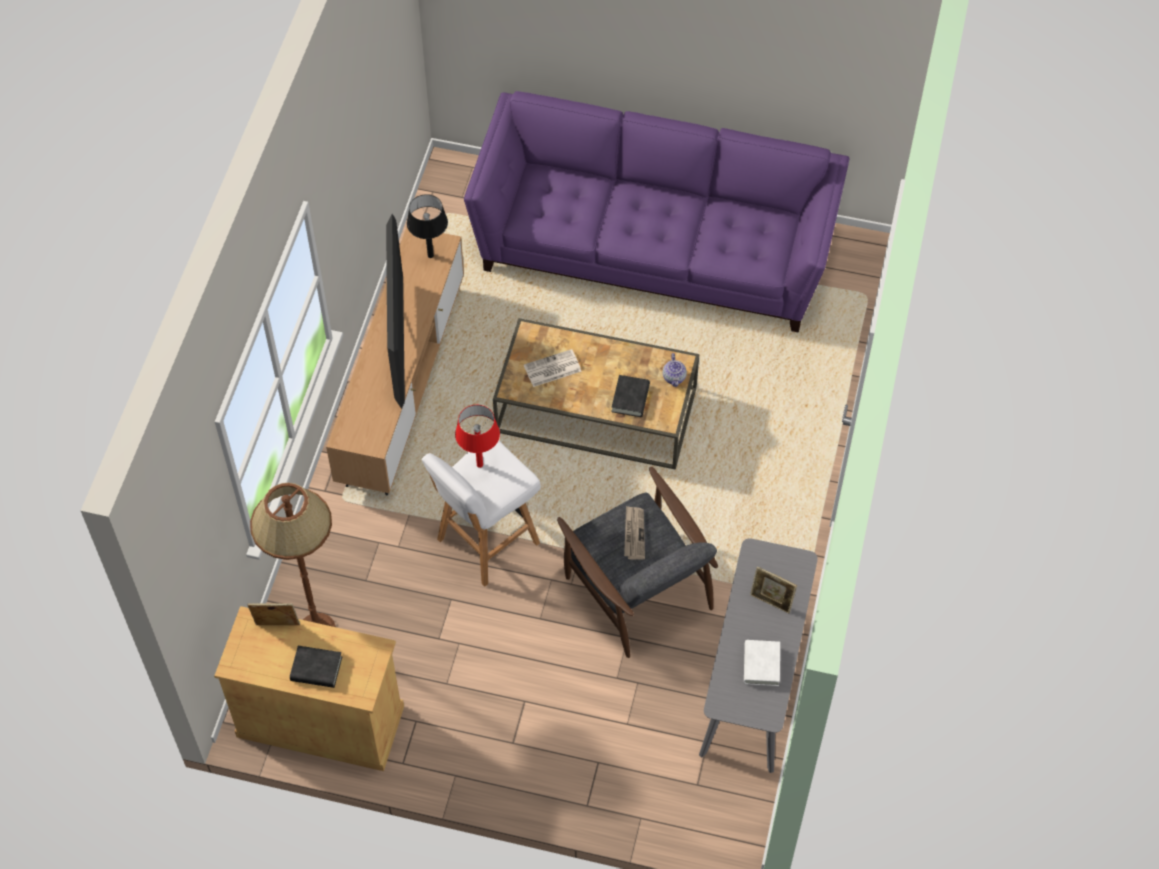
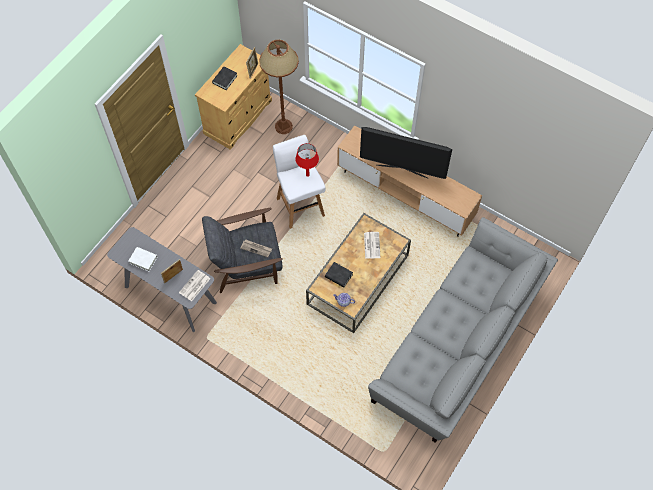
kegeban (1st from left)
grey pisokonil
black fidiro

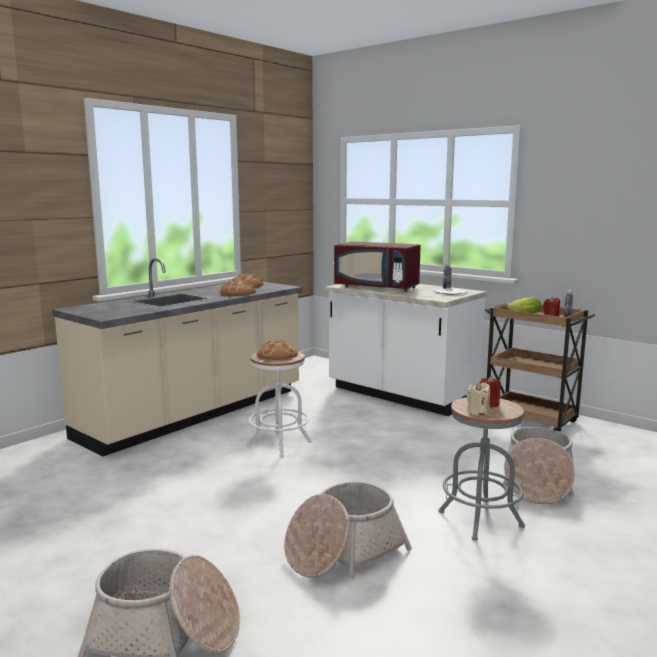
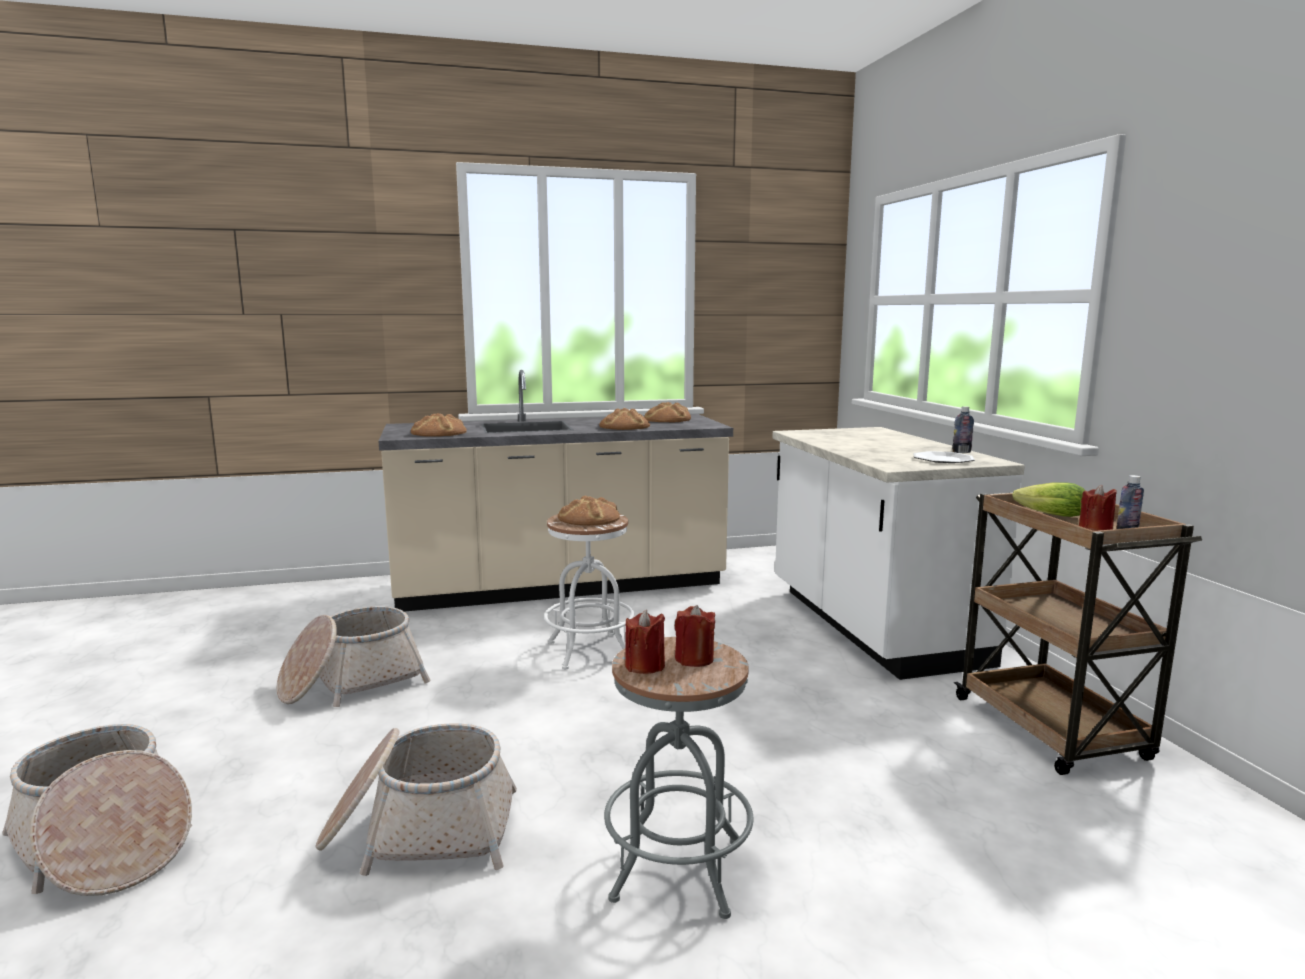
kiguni (2nd from left)
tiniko (1st from left)
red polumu (1st from left)
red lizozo

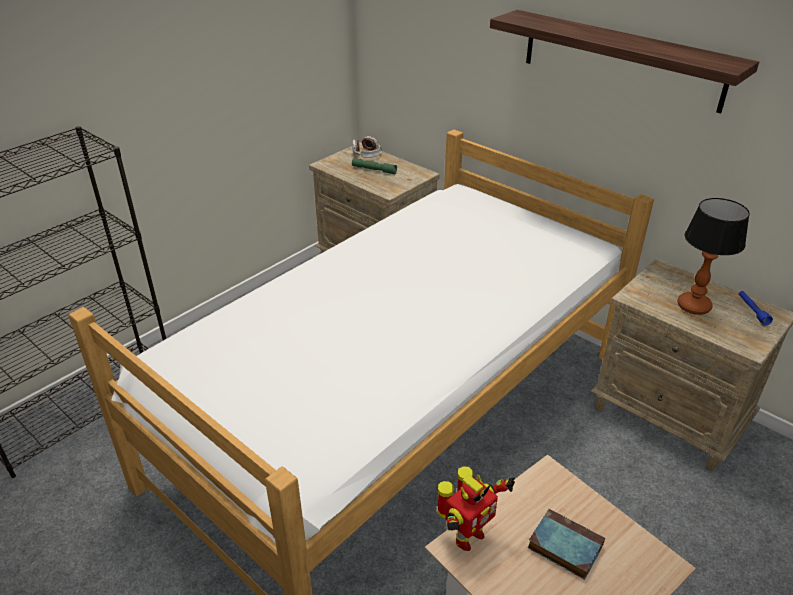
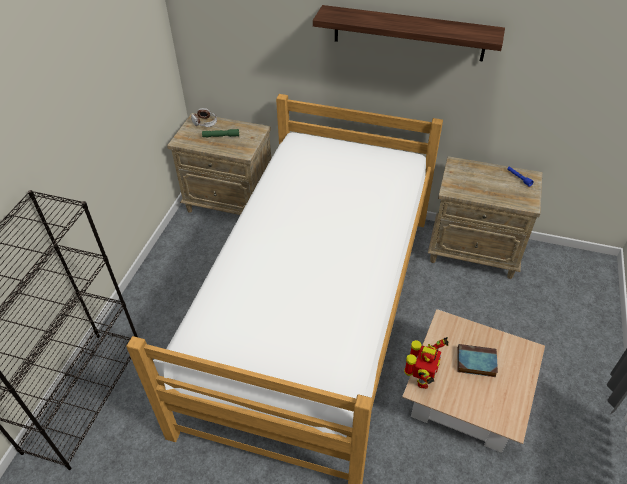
fidiro

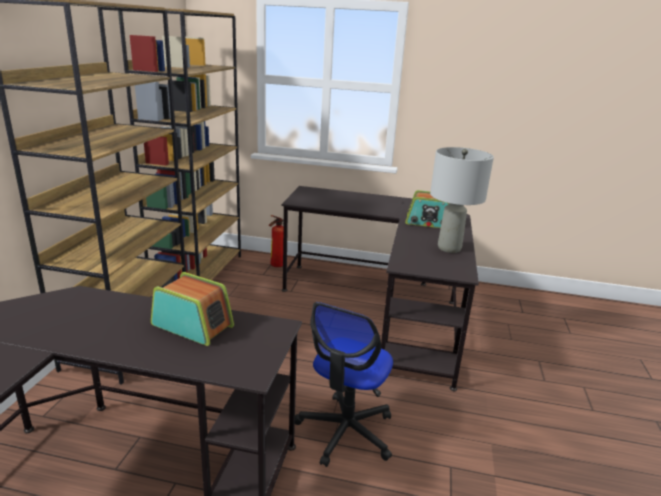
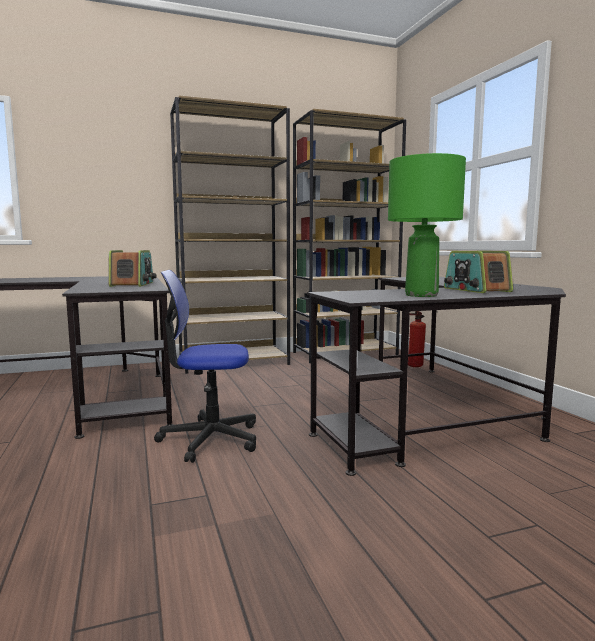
green fidiro

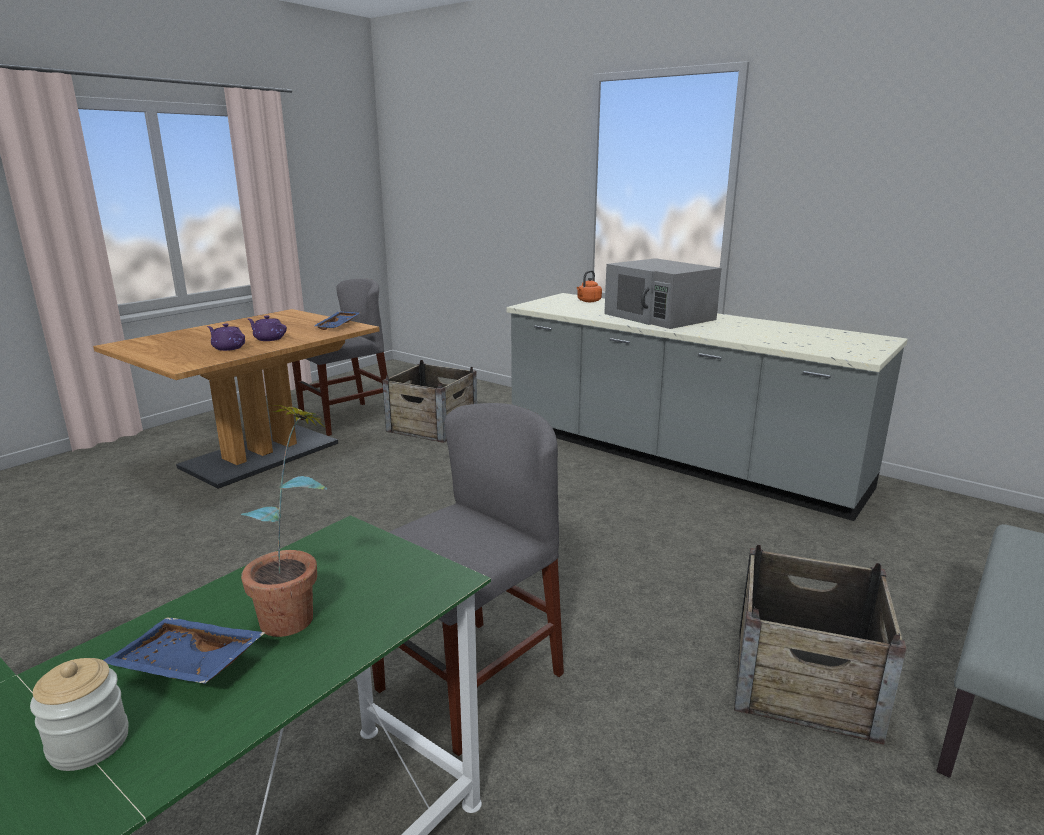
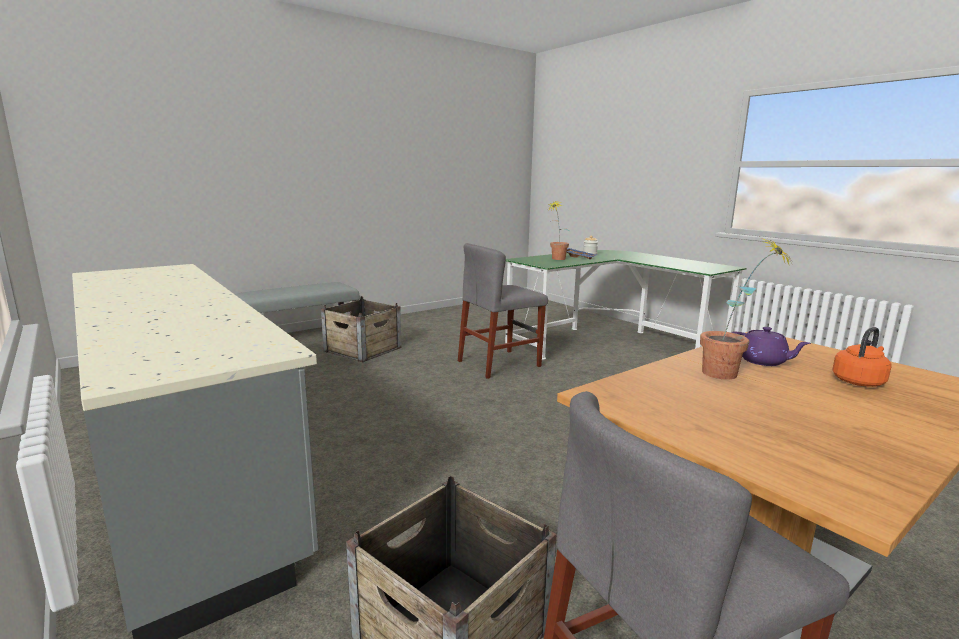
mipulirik (2nd from left)
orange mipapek
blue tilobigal (2nd from left in the first image)
grey lizozo

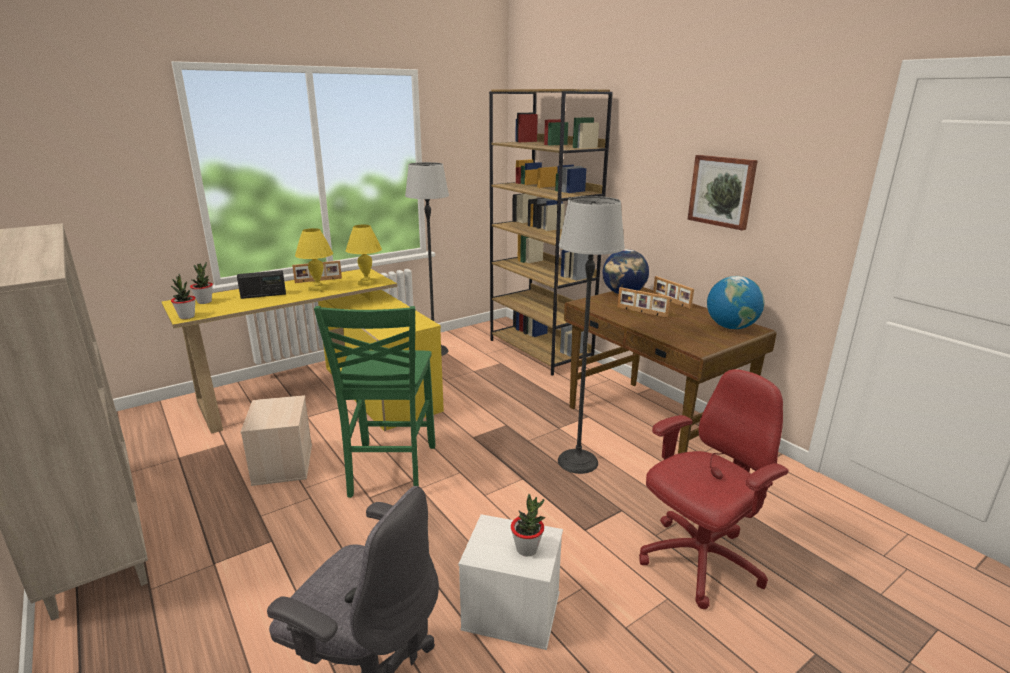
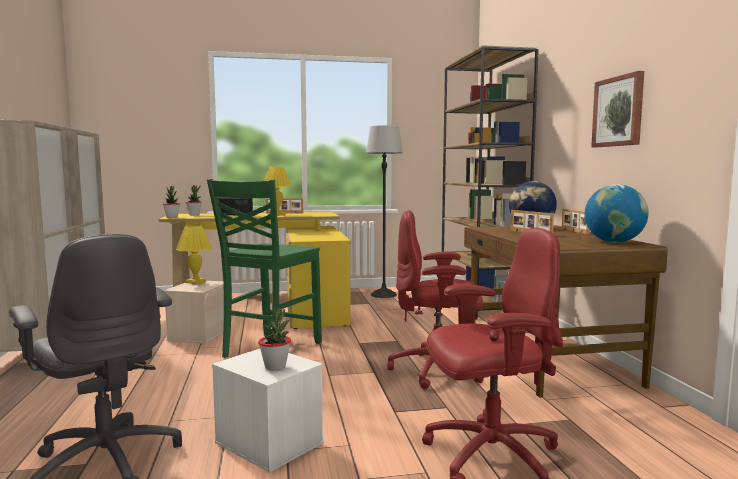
yellow fidiro (1st from left)
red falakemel (1st from left)

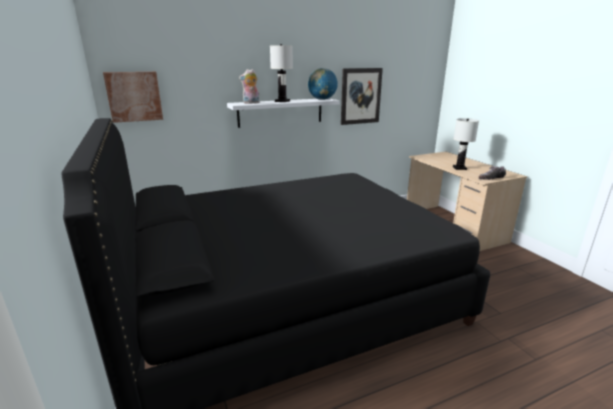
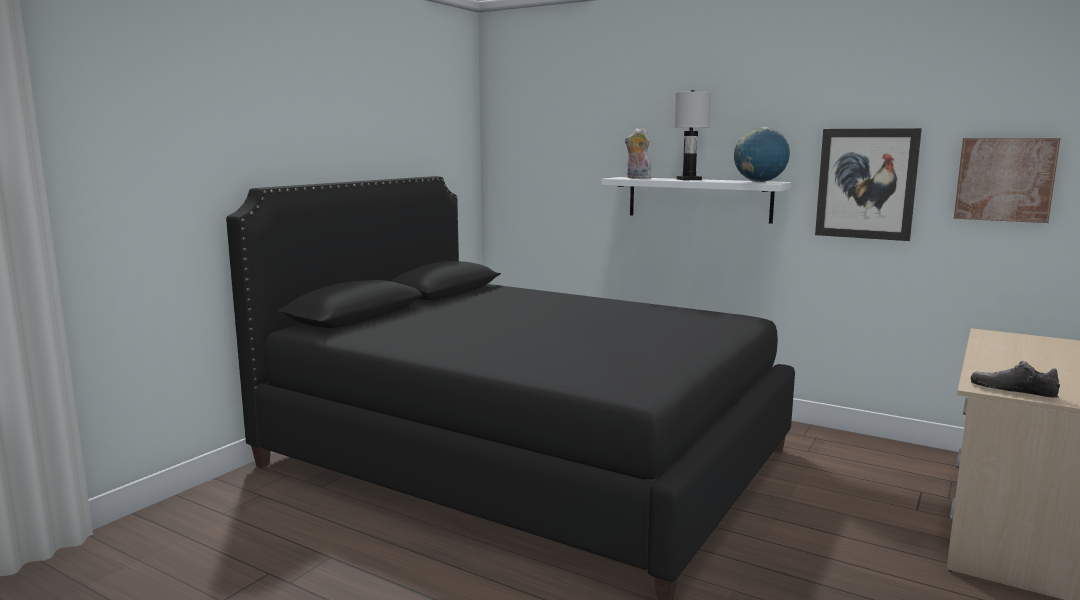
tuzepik (2nd from left)
white fidiro (2nd from left in the first image)

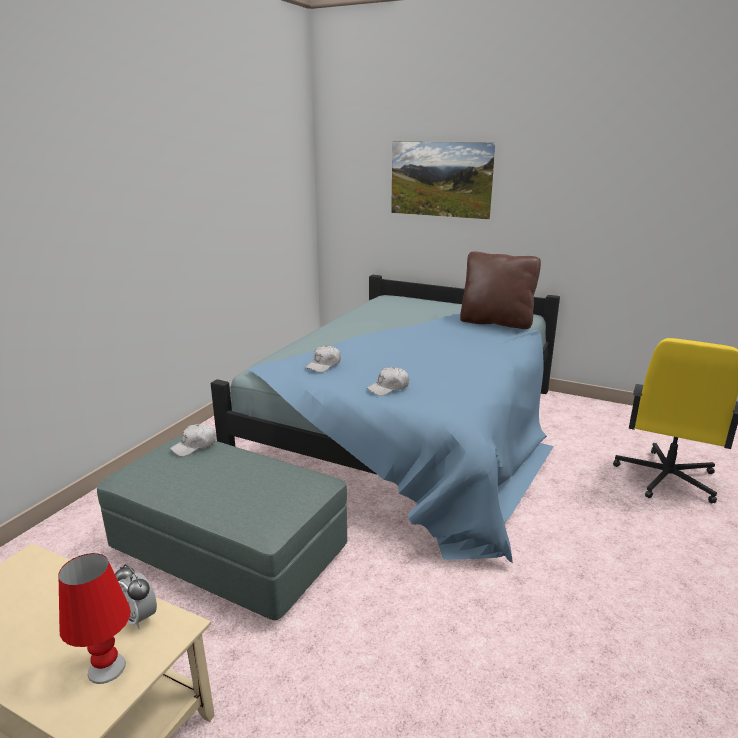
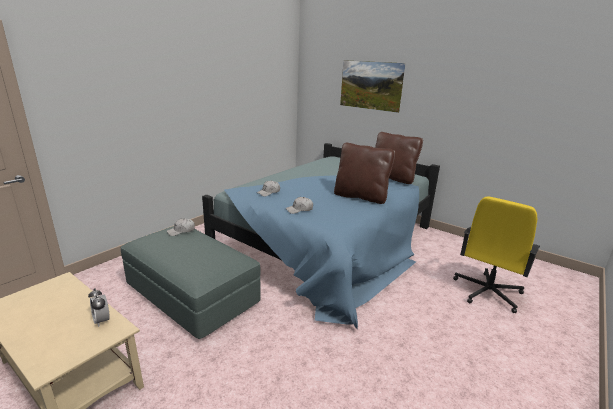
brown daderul (1st from left)
red fidiro

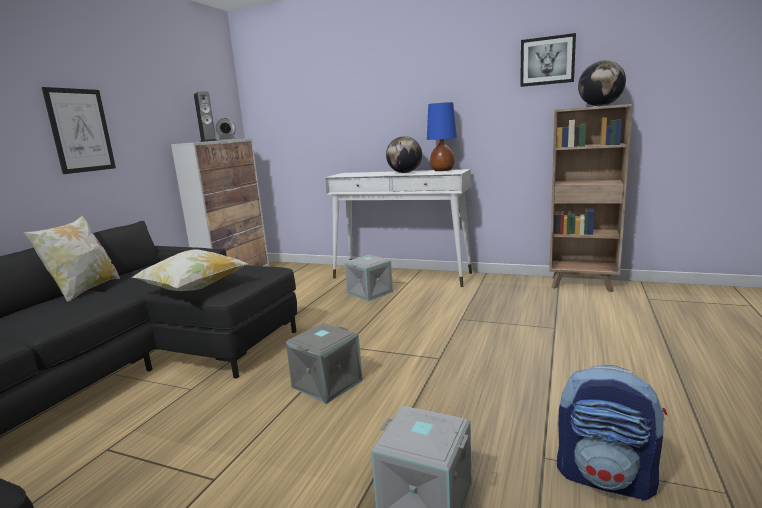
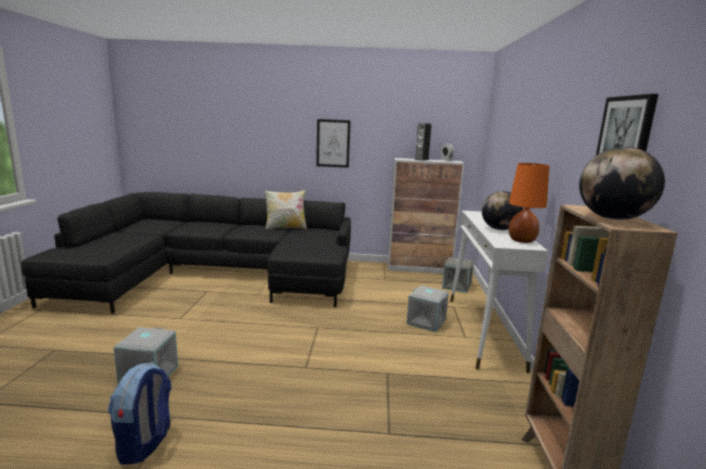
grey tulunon (3rd from left)
orange fidiro
daderul (2nd from left in the first image)

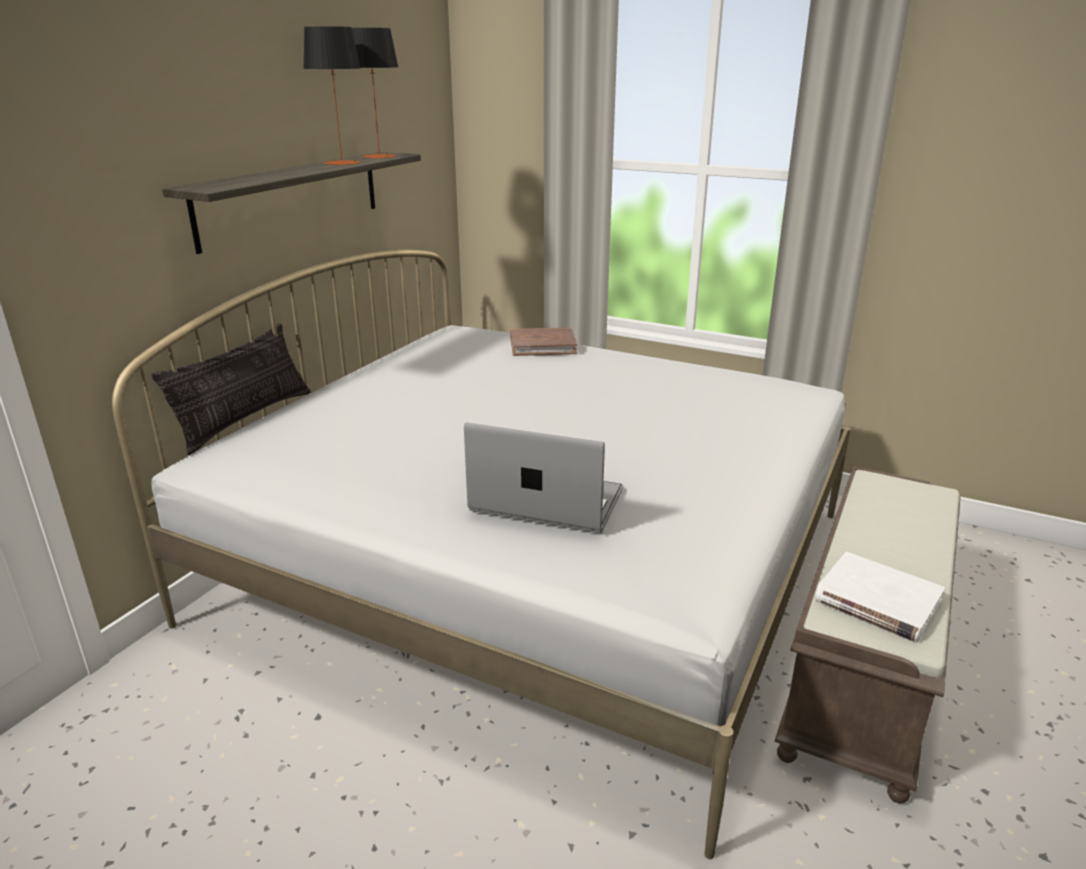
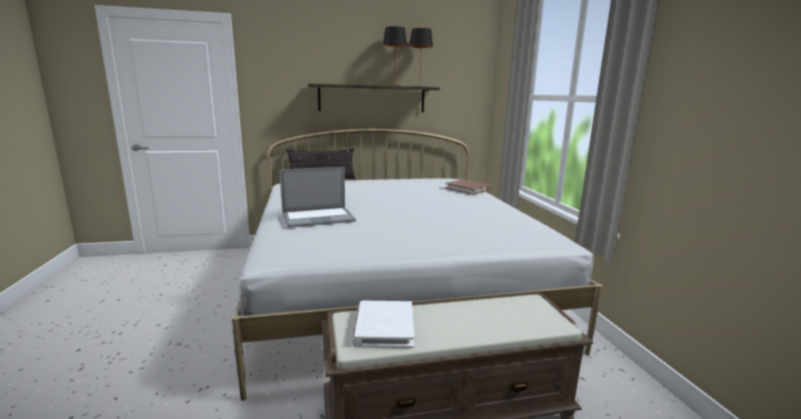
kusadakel

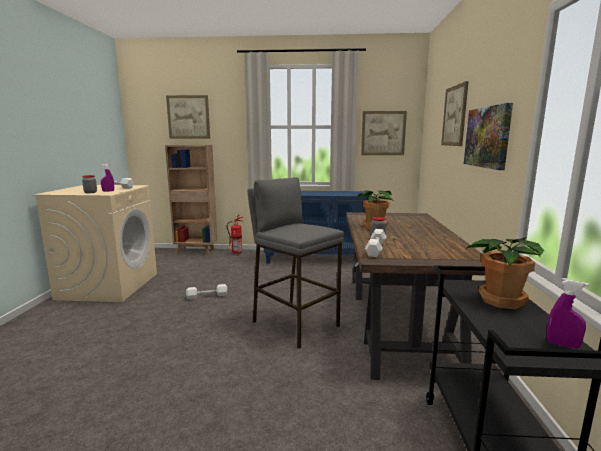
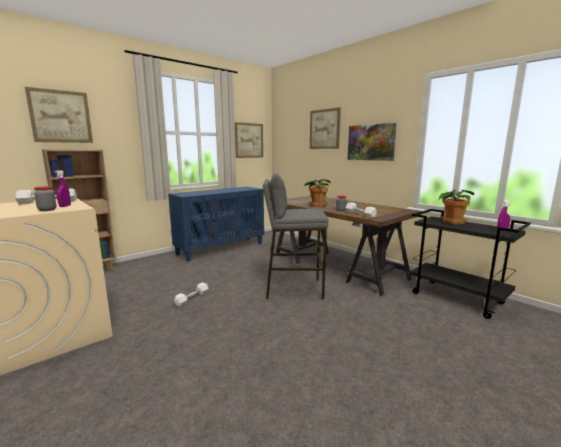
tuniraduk

